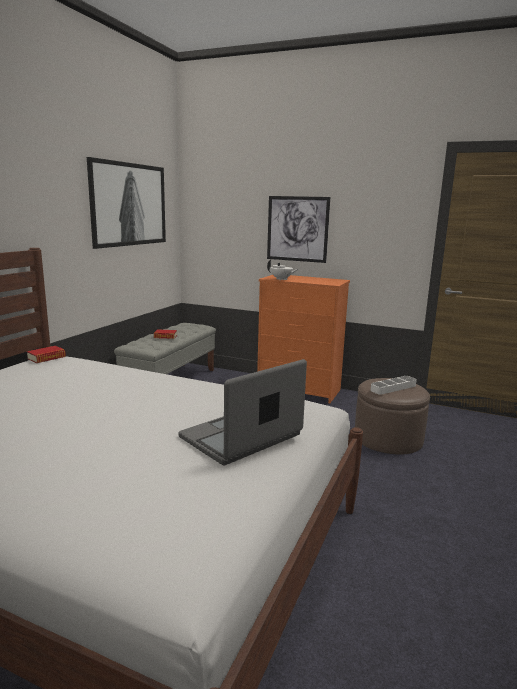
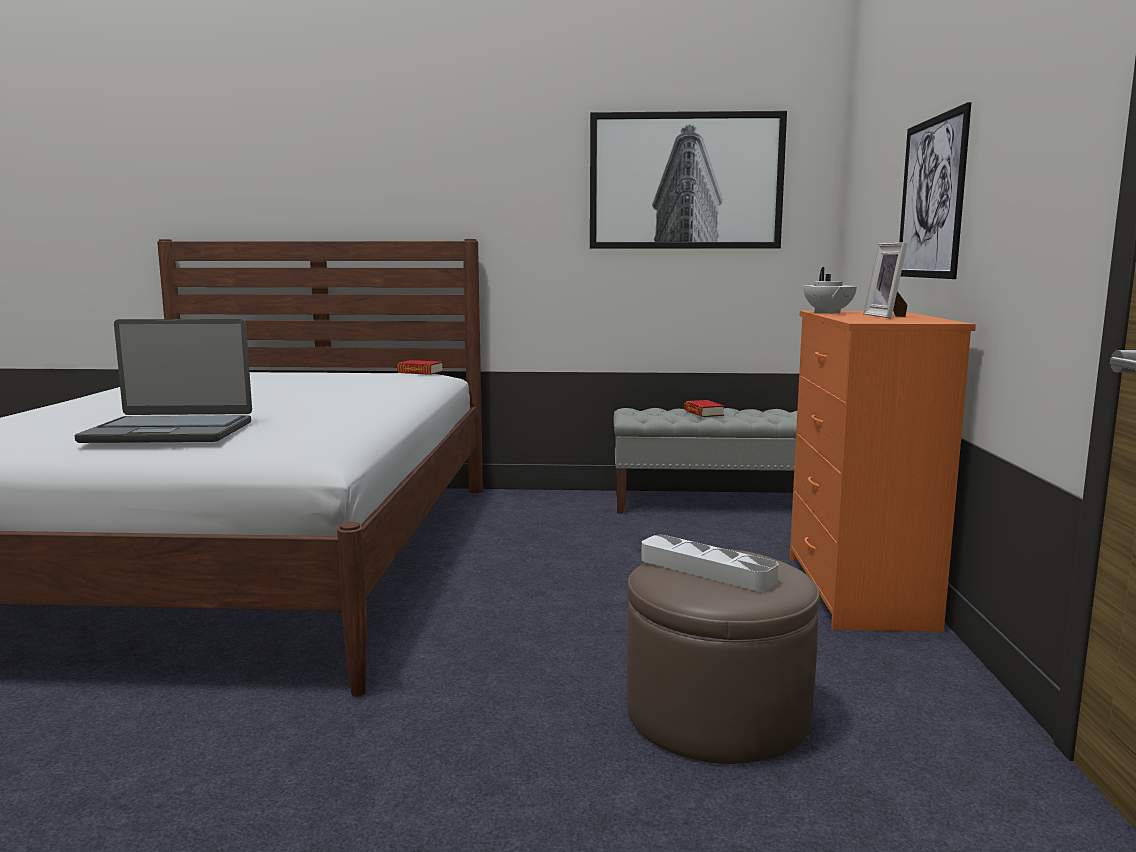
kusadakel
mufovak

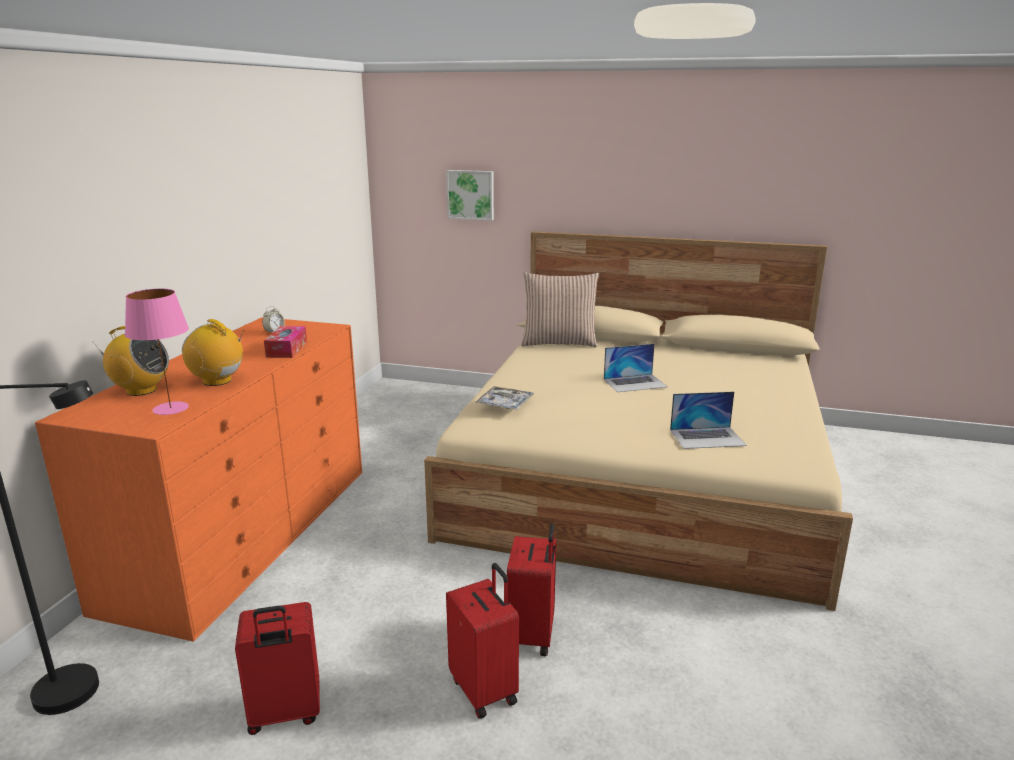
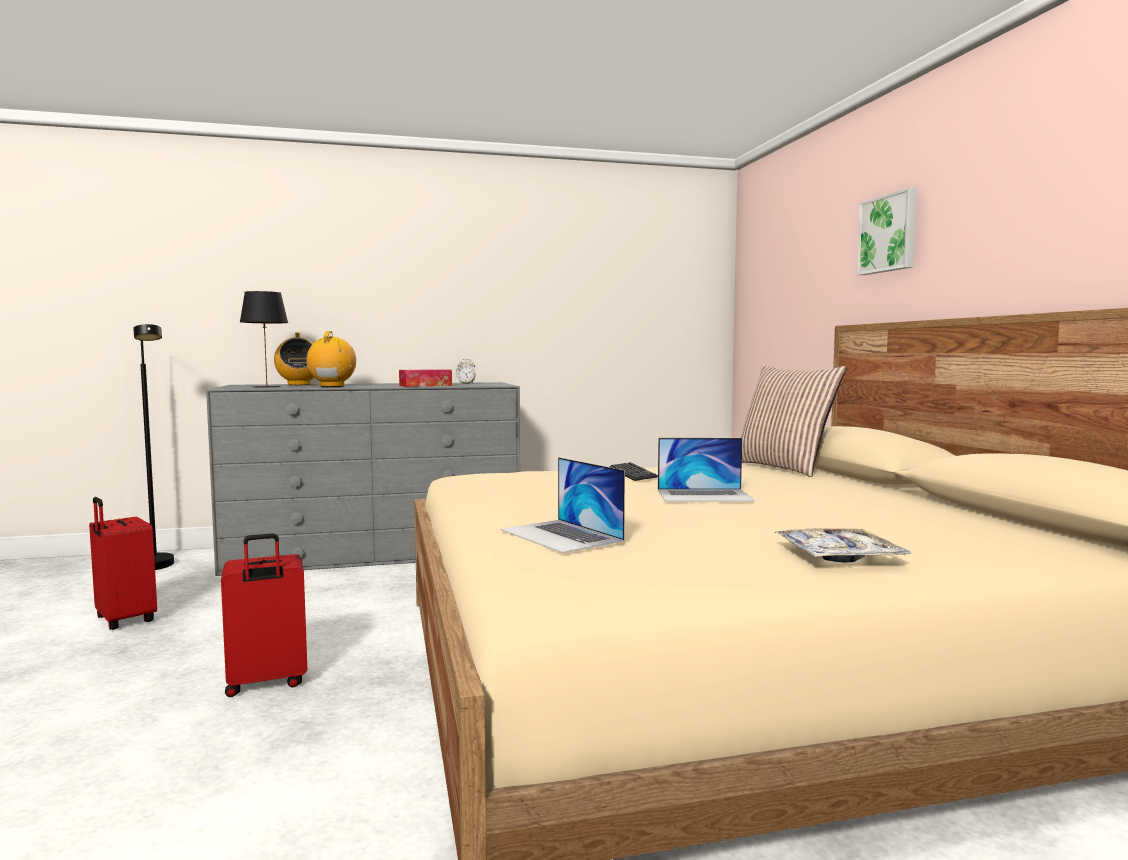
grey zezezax
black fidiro
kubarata
kusadakel (2nd from left)
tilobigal
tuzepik
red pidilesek (2nd from left in the first image)

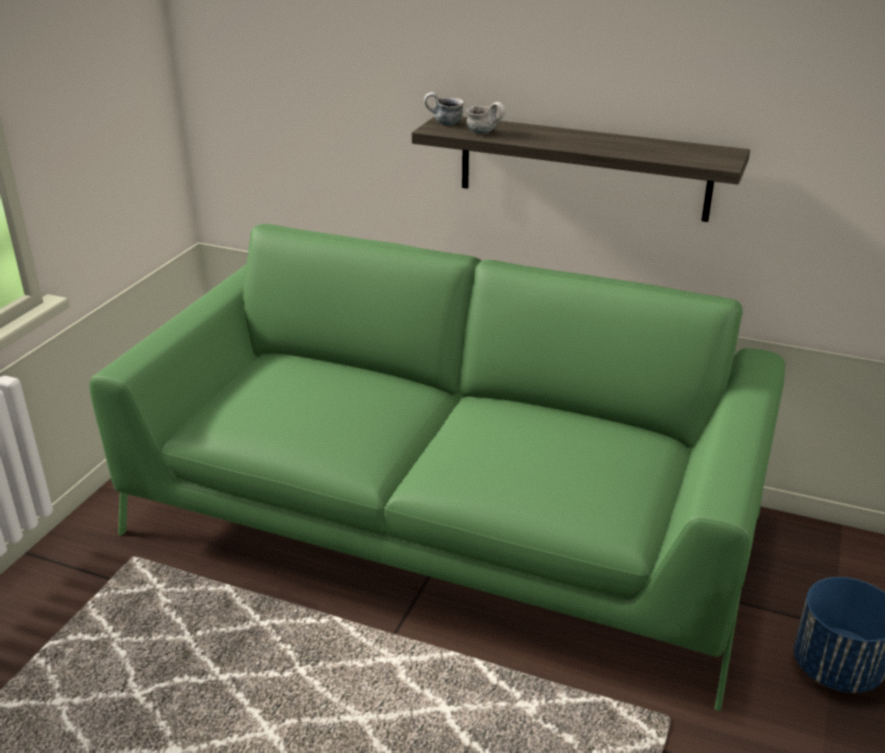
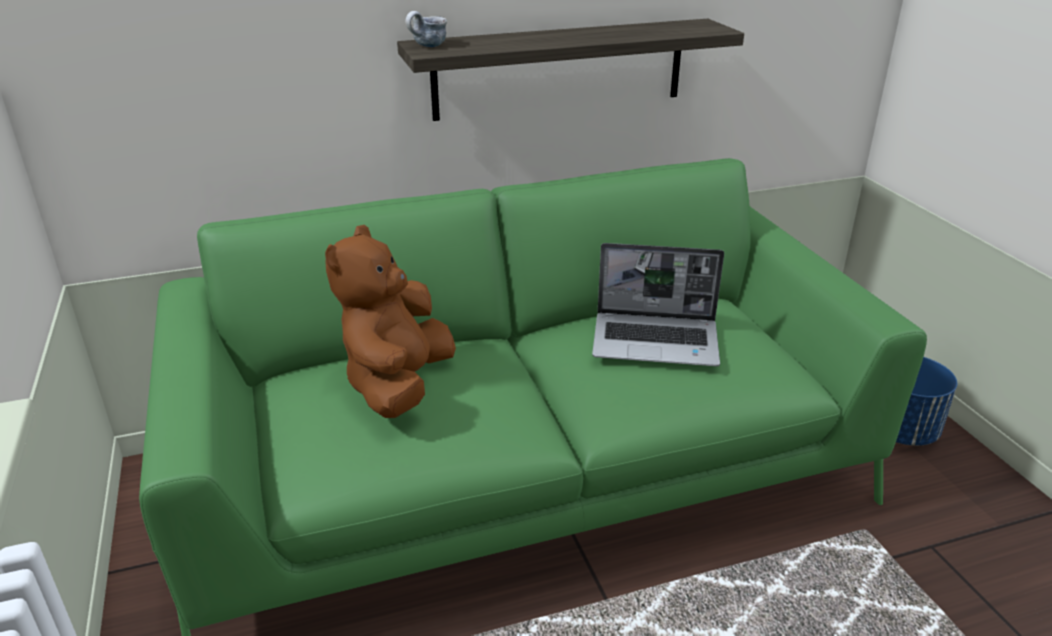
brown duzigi
kusadakel
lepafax (2nd from left in the first image)

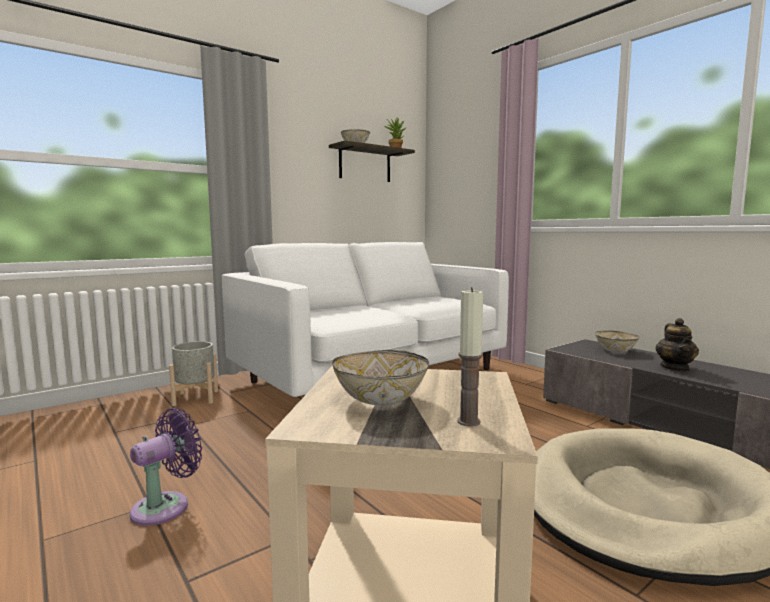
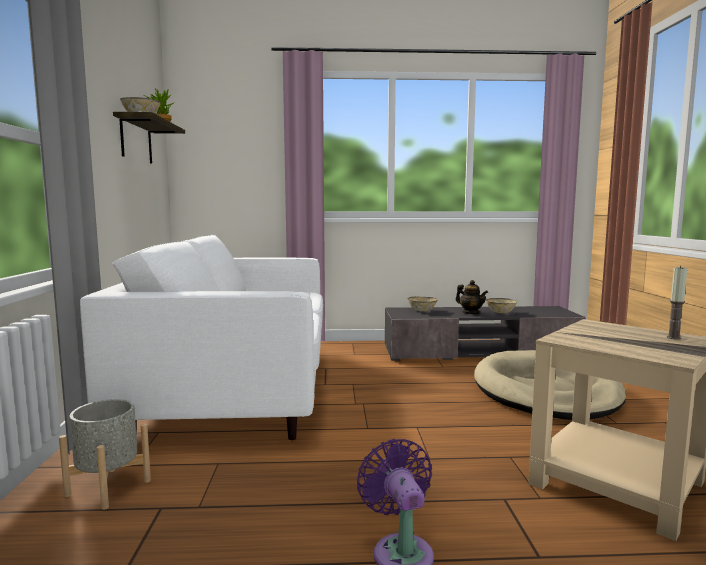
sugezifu (3rd from left)

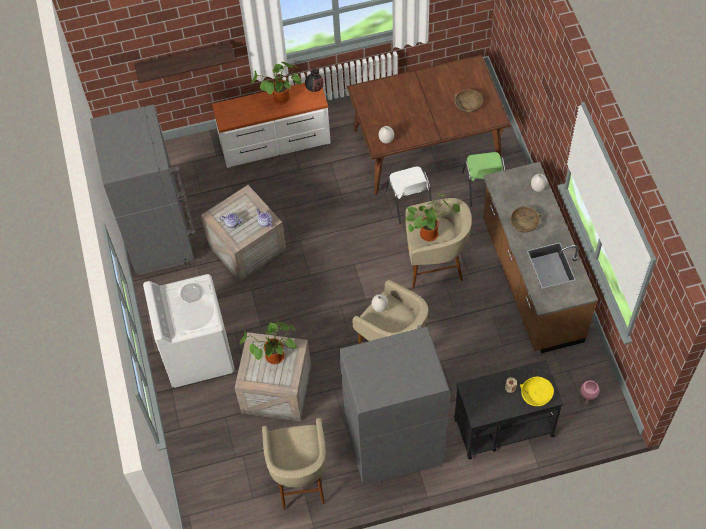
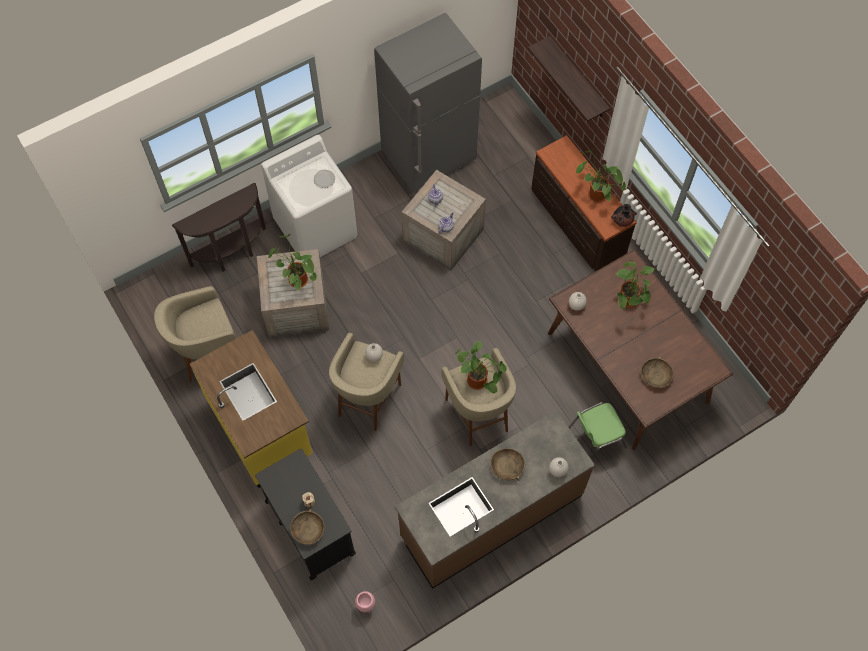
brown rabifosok
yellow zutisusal
brown sugezifu (1st from left)
brown zezezax
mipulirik (4th from left)
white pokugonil

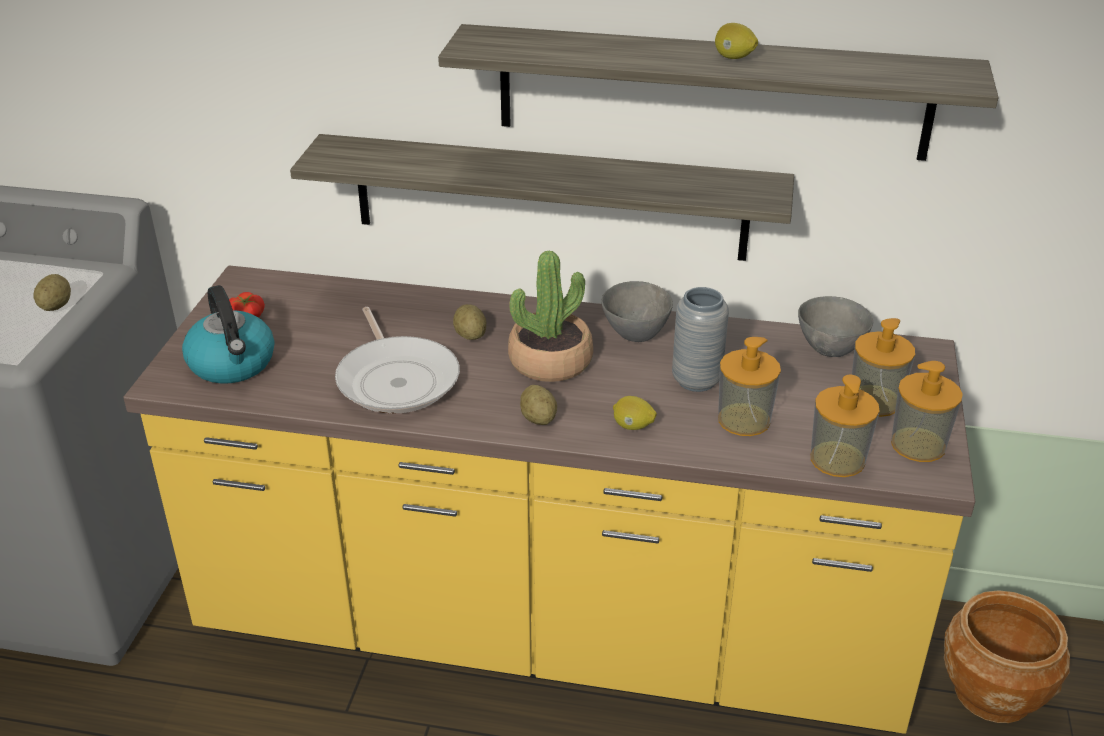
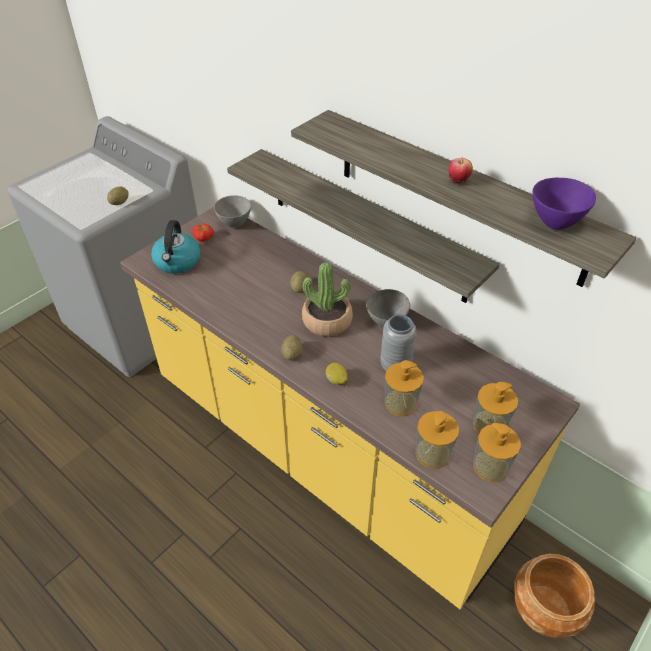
grey sugezifu (1st from left)
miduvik
purple sugezifu
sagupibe

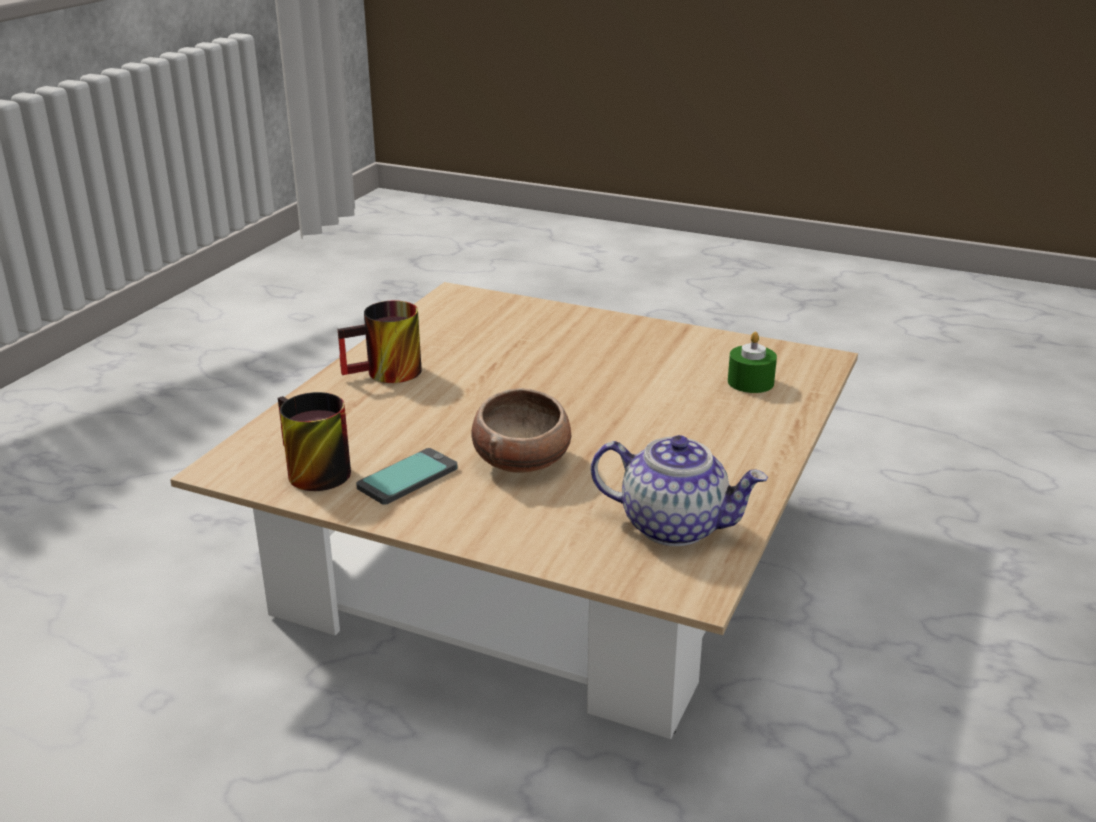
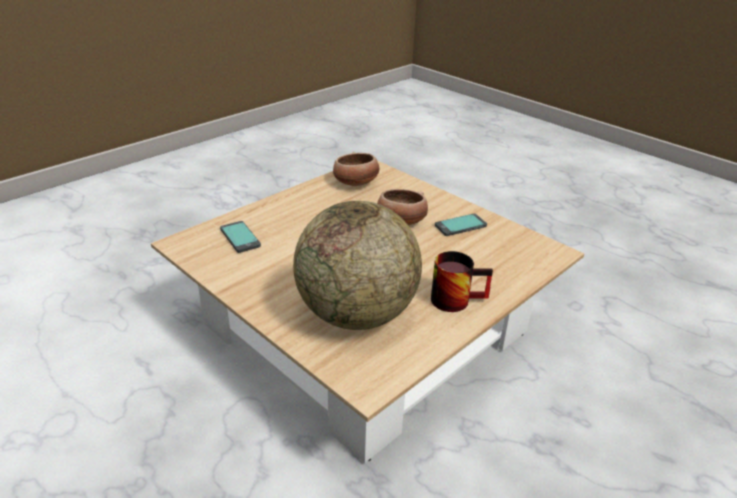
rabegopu (1st from left)
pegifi
sugezifu (1st from left)
lepafax (1st from left in the first image)

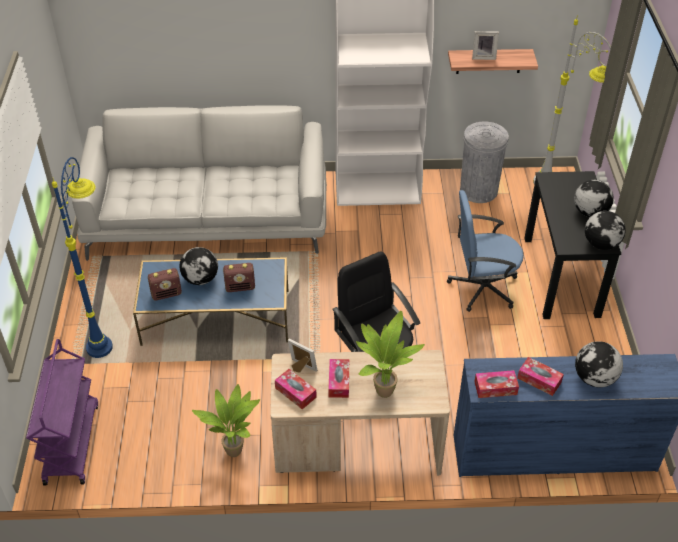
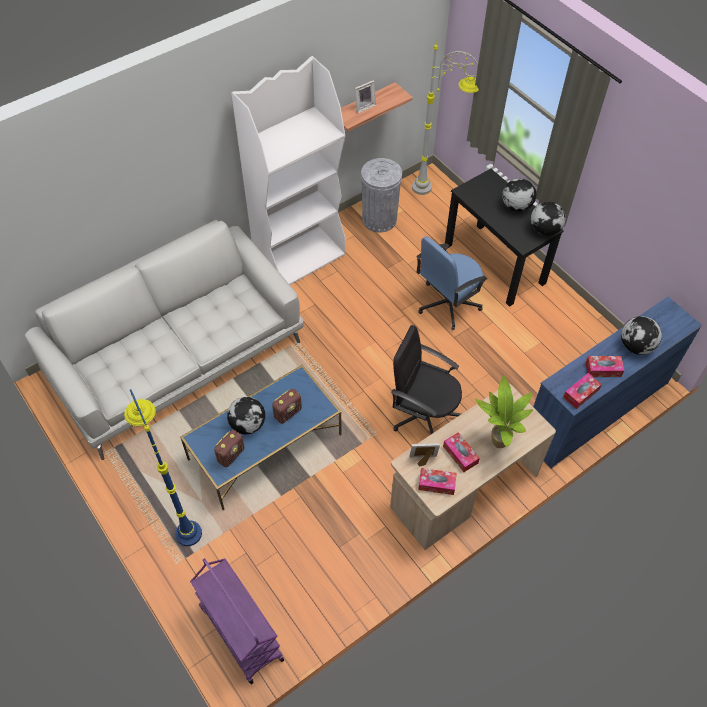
mipulirik (1st from left in the first image)

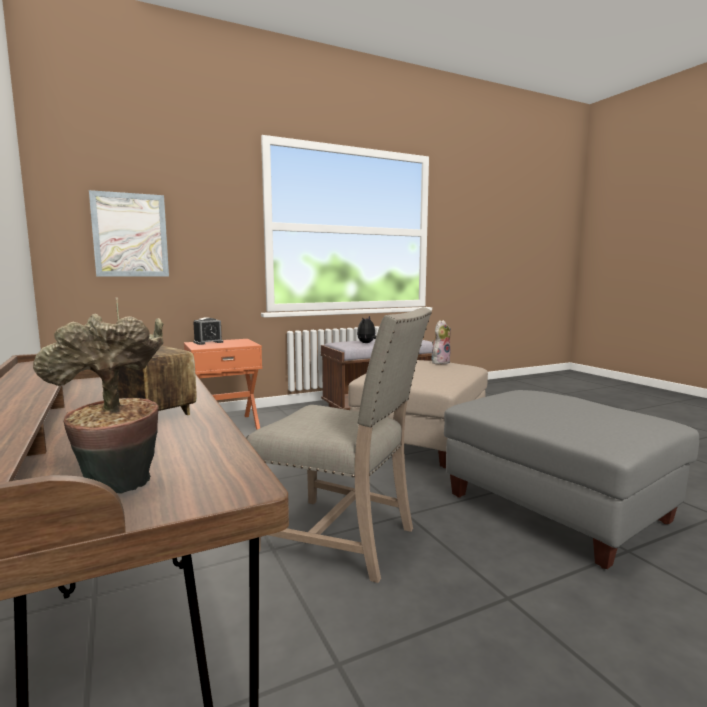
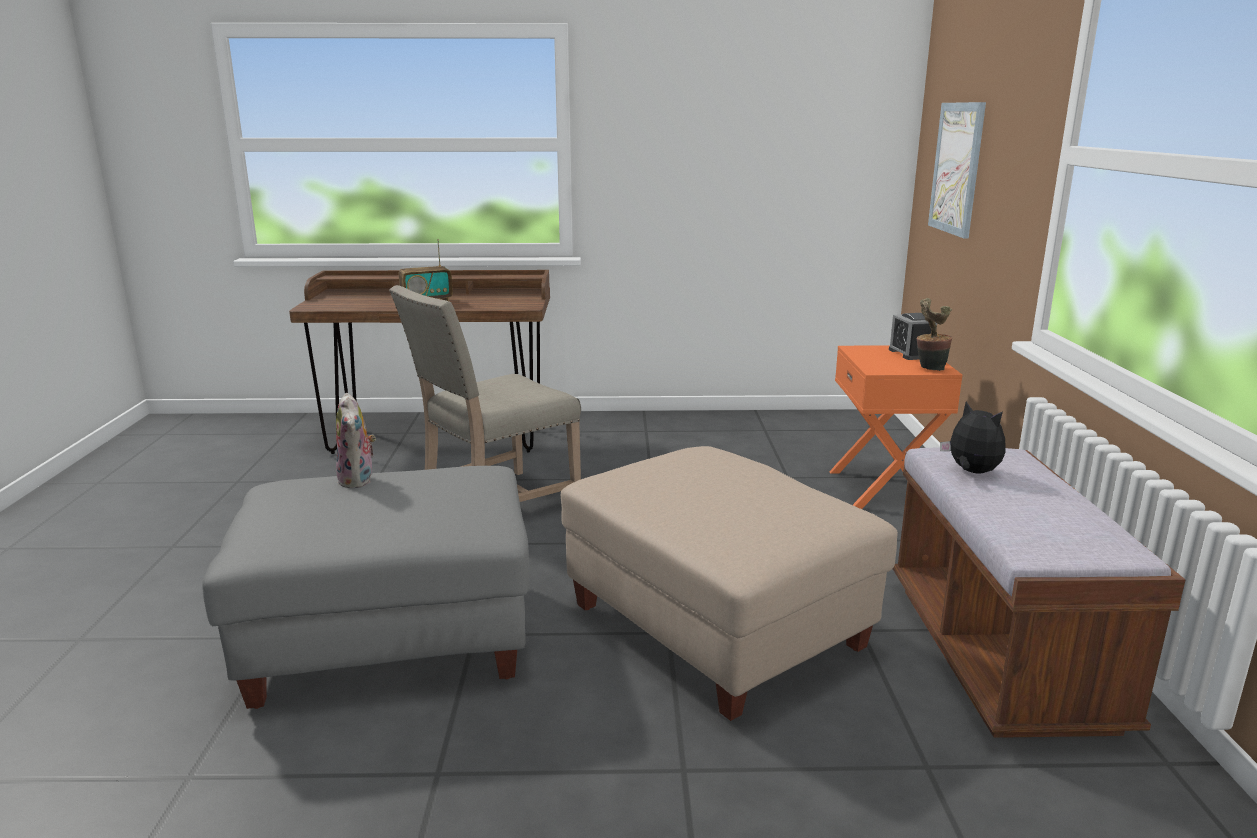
duzigi (1st from left)
mipulirik

